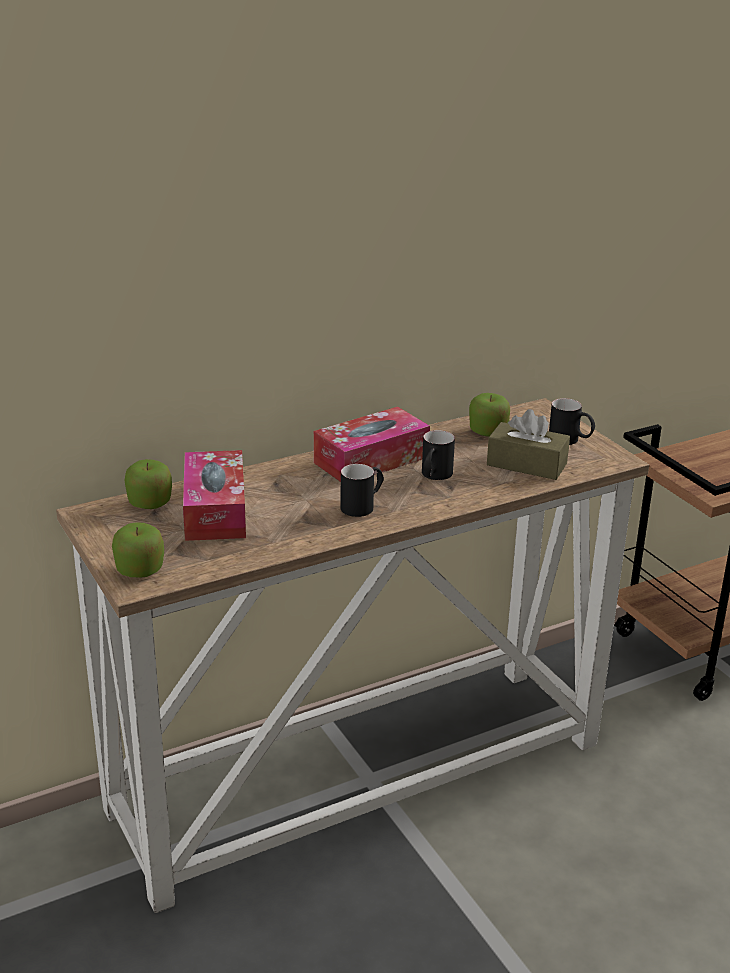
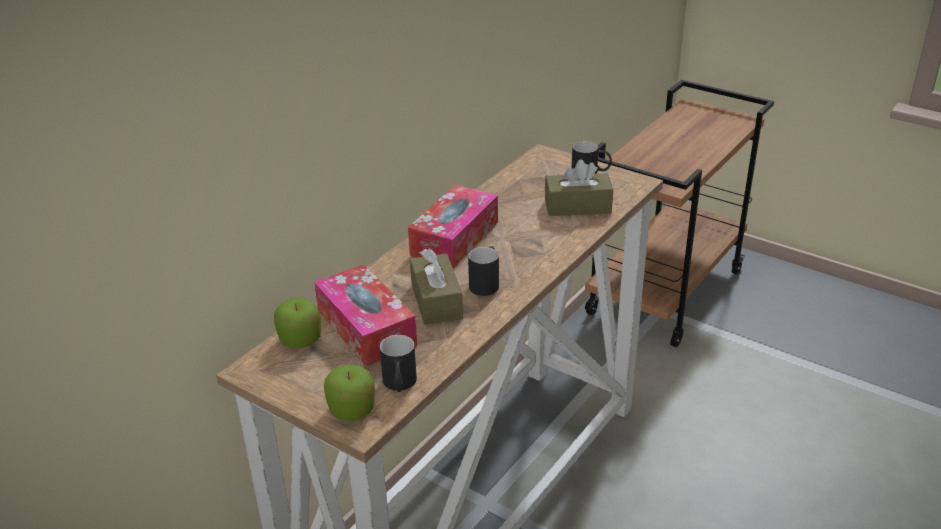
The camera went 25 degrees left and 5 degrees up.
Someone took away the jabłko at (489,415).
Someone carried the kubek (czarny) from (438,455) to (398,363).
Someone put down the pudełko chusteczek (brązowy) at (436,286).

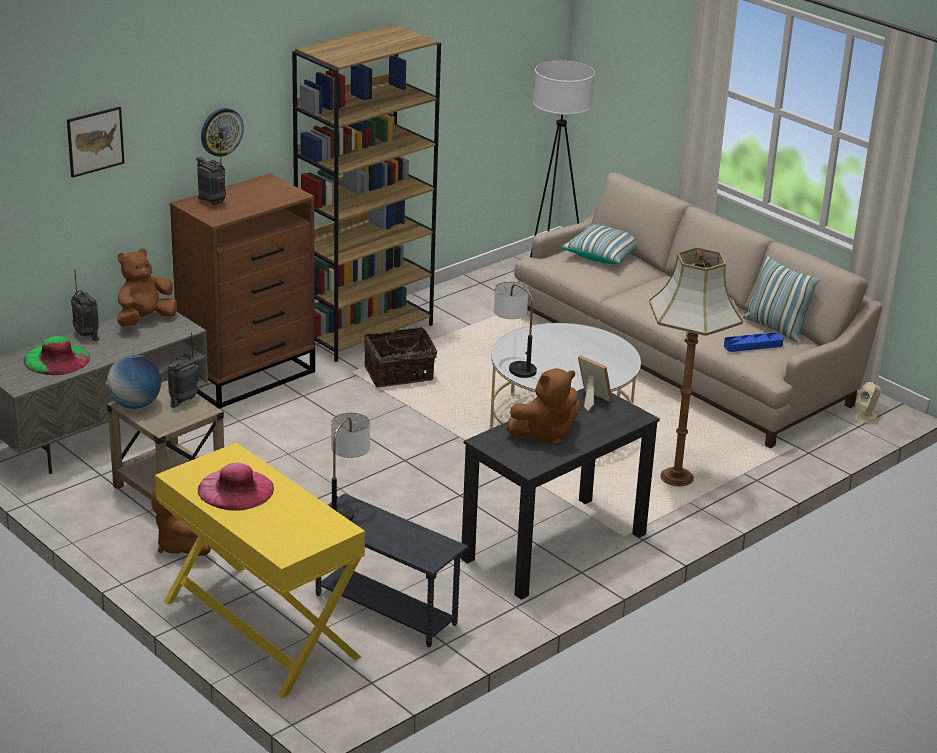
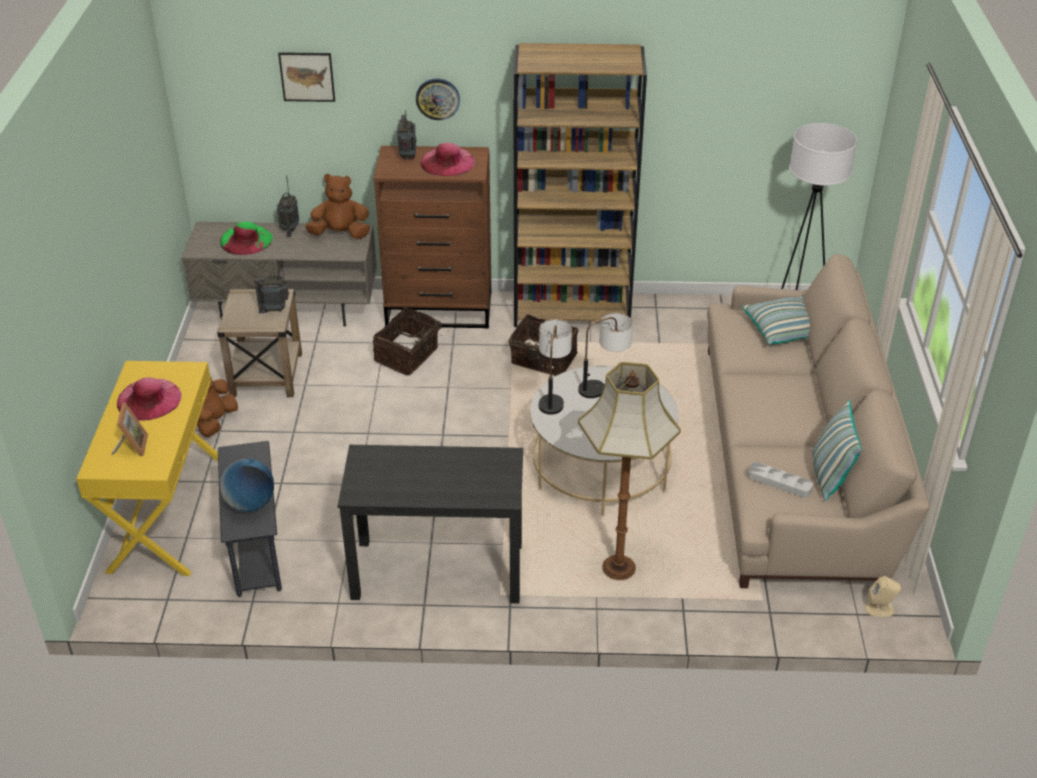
The camera went 45 degrees right and 10 degrees up.
Someone repainted the taca (niebieski) at (754,342), which became the taca (szary) at (780,480).
Someone carried the globus from (133,382) to (247,485).
Someone carried the ramka na zdjęcie from (595,383) to (130,429).
Someone took away the pluszak (brązowy) at (543,406).
Someone carried the lampa stołowa from (350,467) to (605,355).
Someone put down the kapelusz (różowy) at (447,159).
Someone put down the koszyk at (407,341).

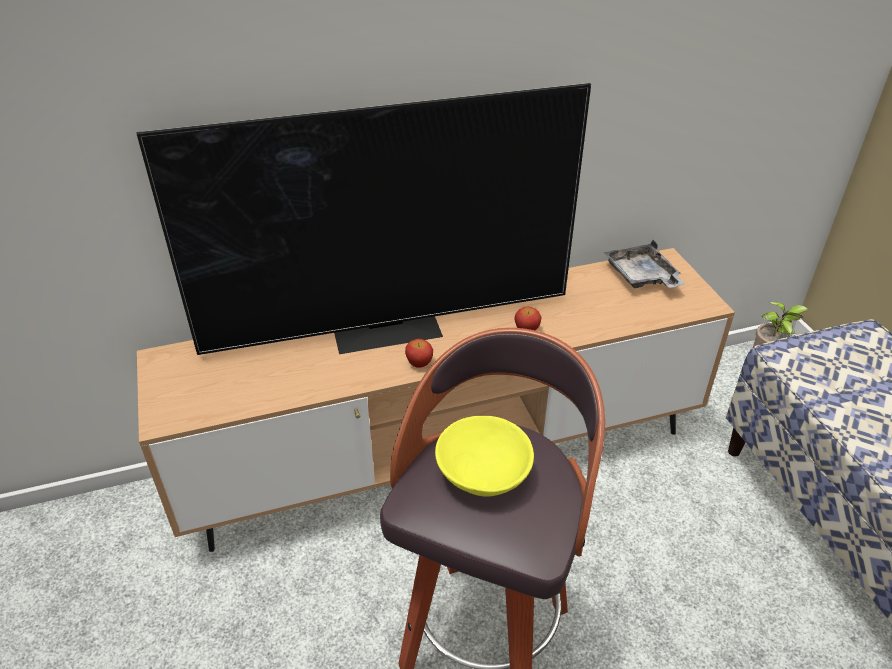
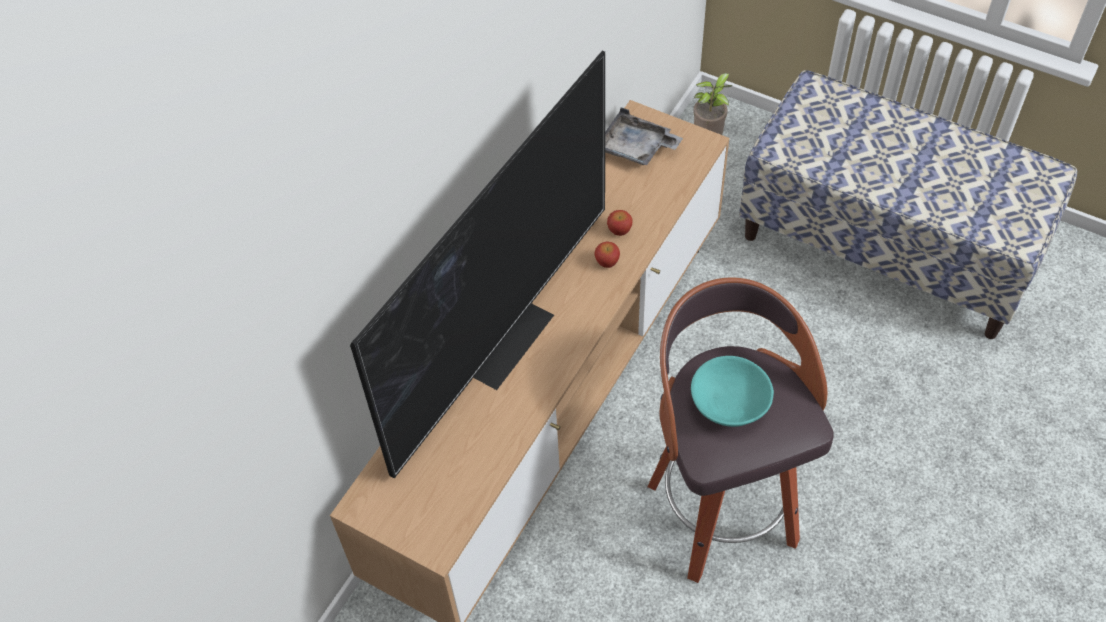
The camera went 40 degrees left and 15 degrees up.
Someone carried the jabłko from (419,353) to (620,223).
Someone repainted the miska (żółty) at (484,456), which became the miska (turkusowy) at (732,391).

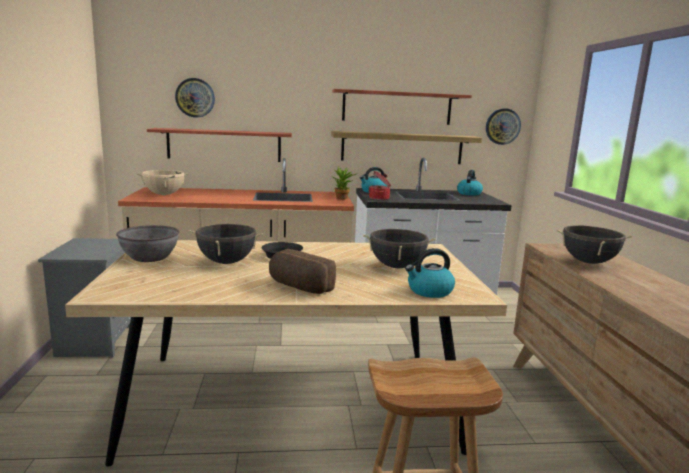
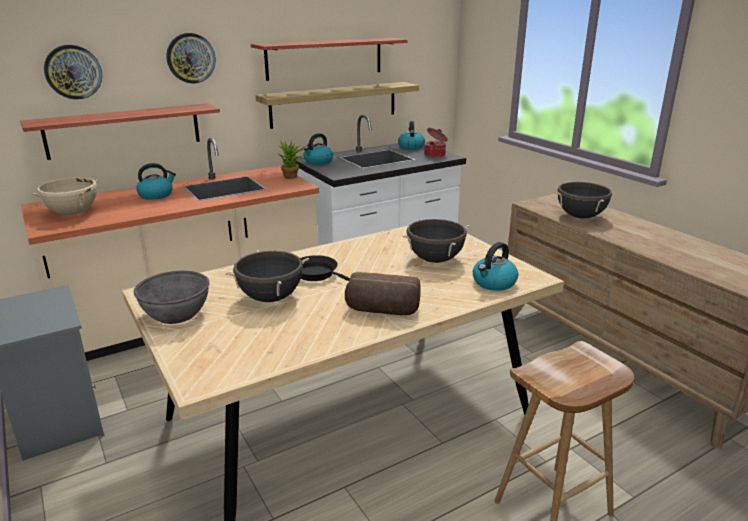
The camera went 25 degrees left and 10 degrees up.
Someone carried the zegar ścienny from (503,126) to (191,58).
Someone carried the garnek from (380,185) to (435,143).
Someone put down the czajnik at (156,181).

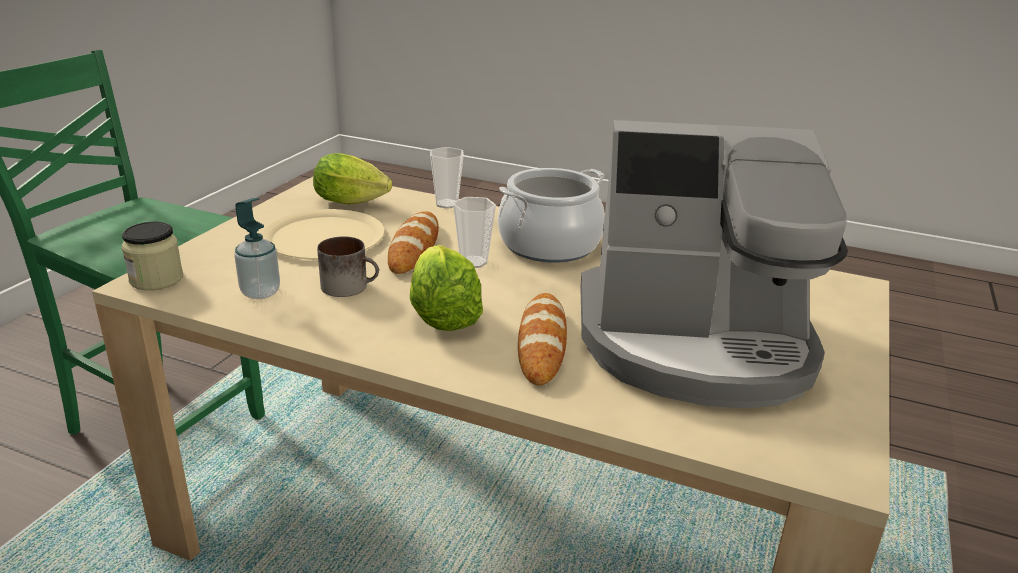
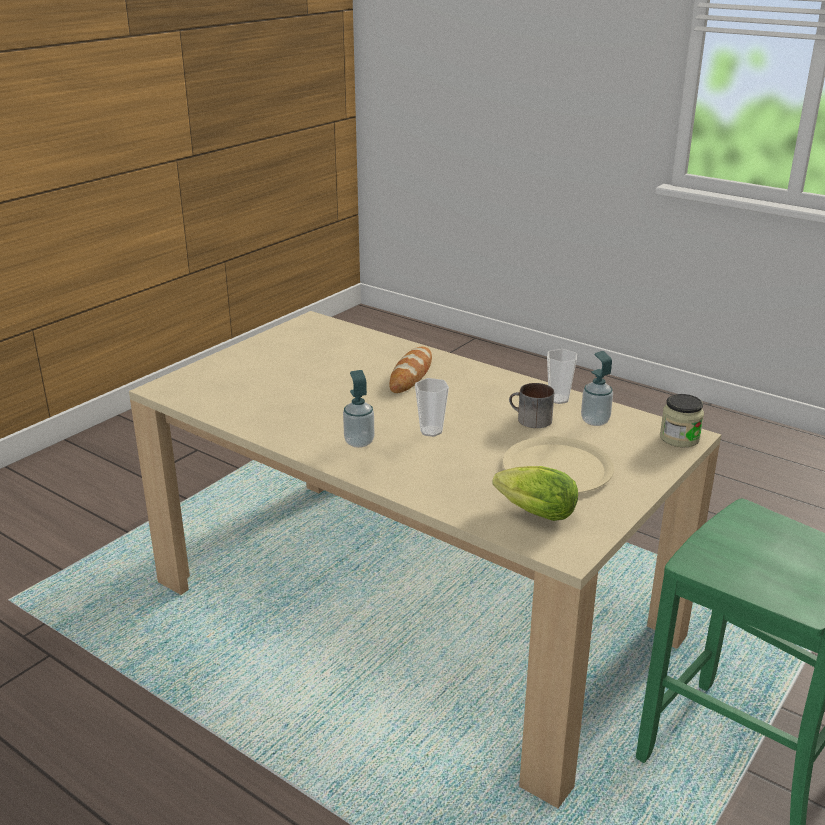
The camera went 165 degrees left and 0 degrees up.
Someone took away the ekspres do kawy at (714,264).
Someone carried the filiżanka from (447,178) to (562,376).
Someone swapped the garnek at (551,215) for the dozownik mydła at (359,409).
Someone took away the chleb at (413,242).
Someone took away the sałata at (446,288).

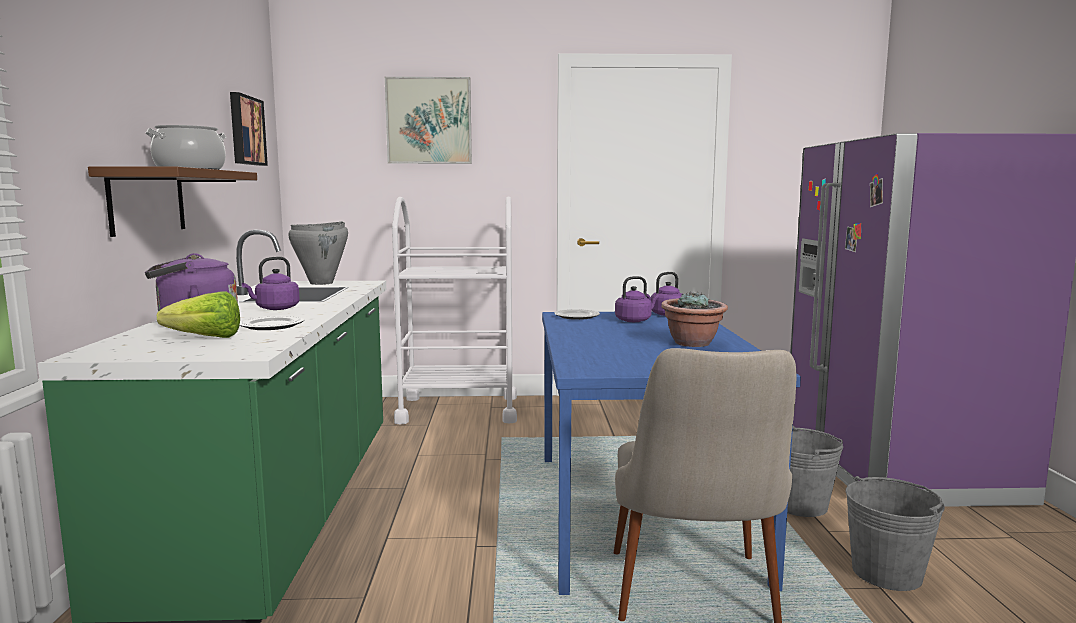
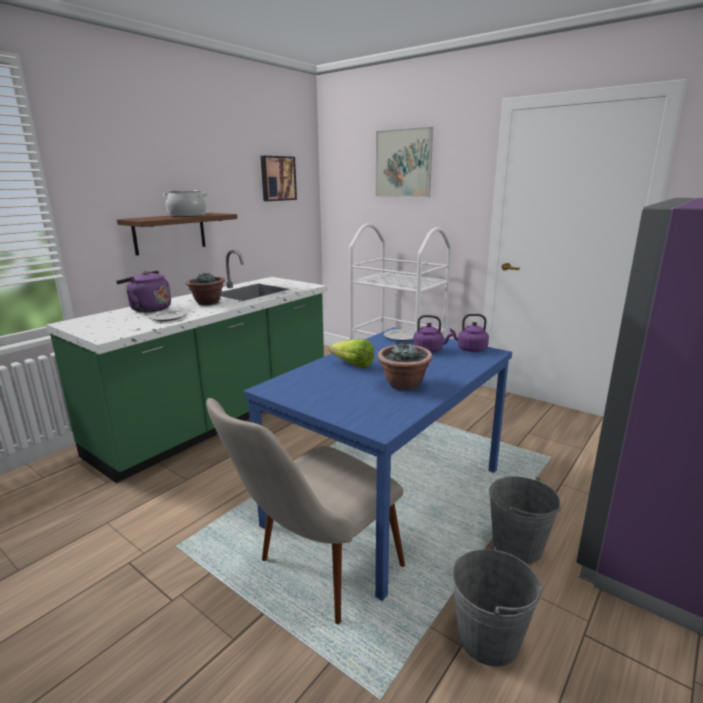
The camera went 40 degrees right and 10 degrees up.
Someone took away the garnek (szary) at (318,253).
Someone swapped the czajnik (fioletowy) at (271,283) for the roślina doniczkowa at (205,289).
Someone carried the sałata from (198,315) to (352,353).

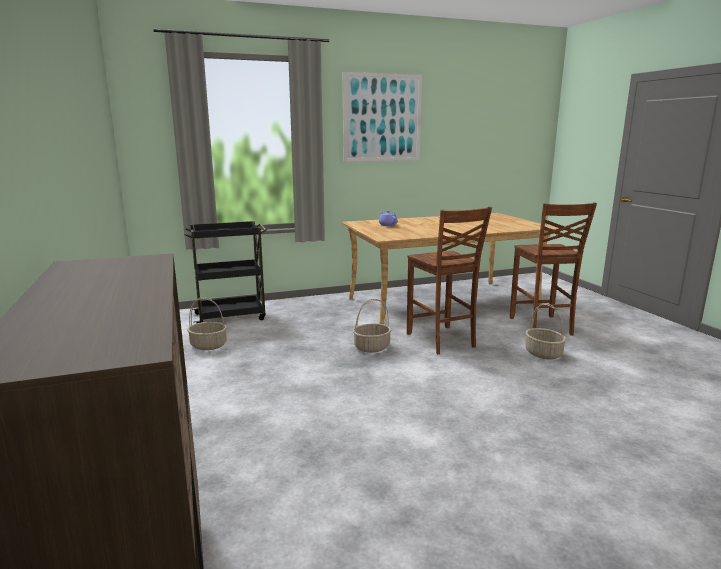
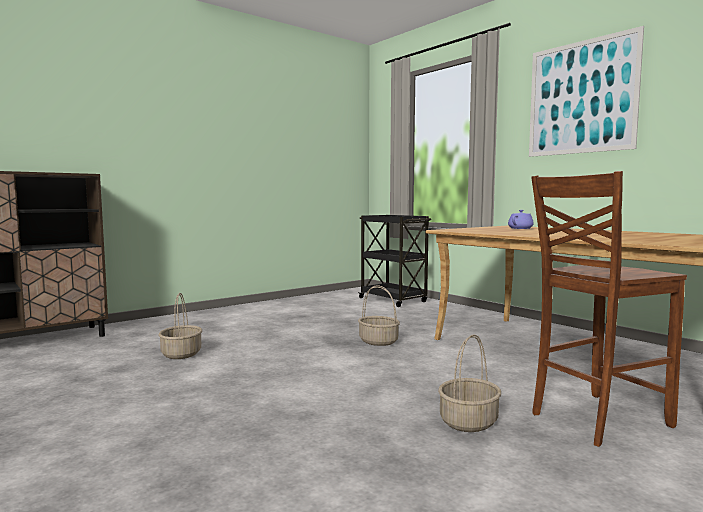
The camera went 70 degrees right and 10 degrees down.
Someone took away the krzesło (brązowy) at (449,280).
Someone carried the koszyk from (207,323) to (180,326).

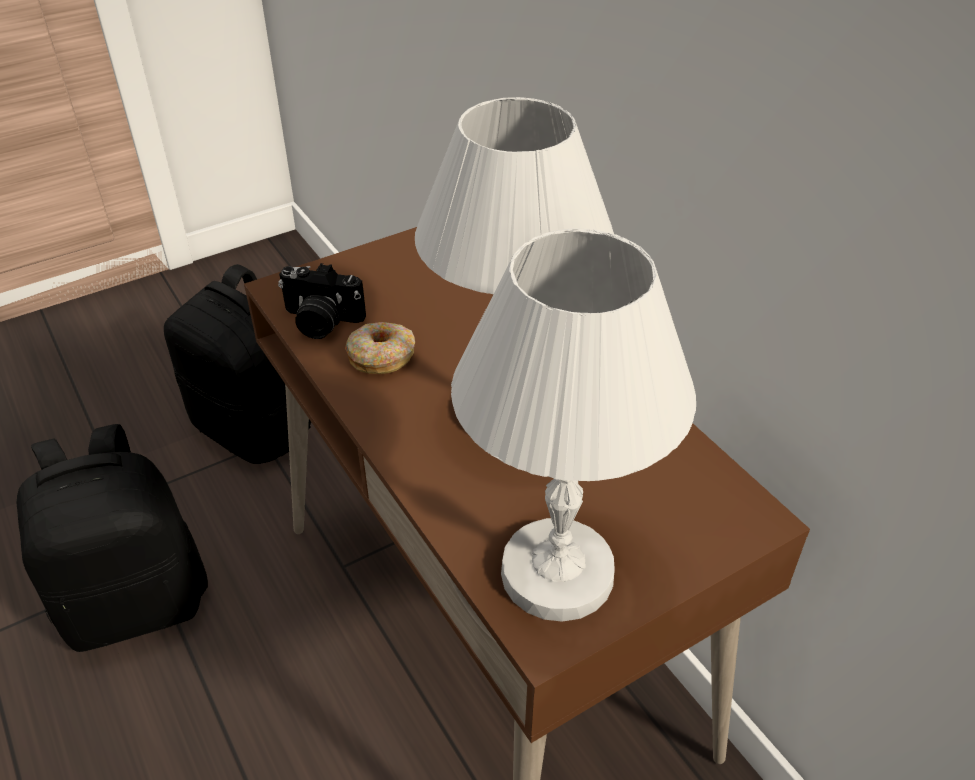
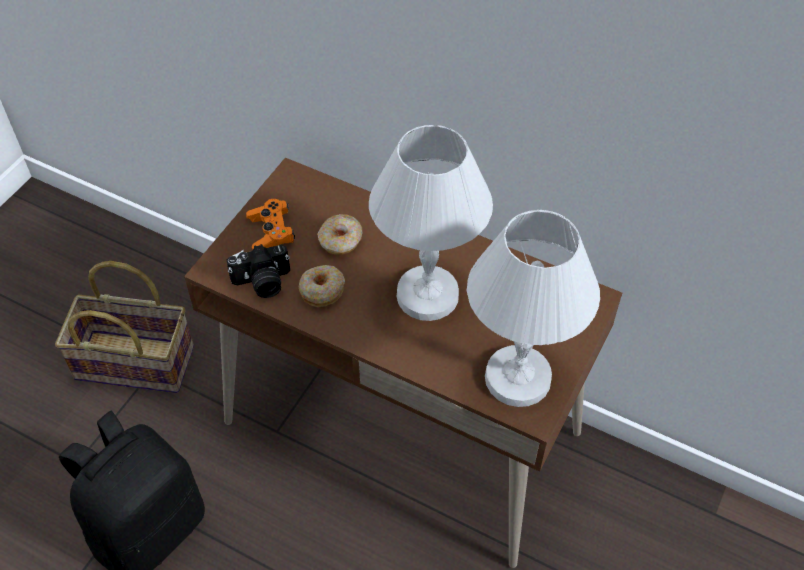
The camera went 30 degrees left and 10 degrees up.
Someone swapped the plecak (czarny) at (237,364) for the koszyk at (124,327).
Someone put down the pad do gier (pomarańczowy) at (270,224).
Someone put down the donut at (339,234).

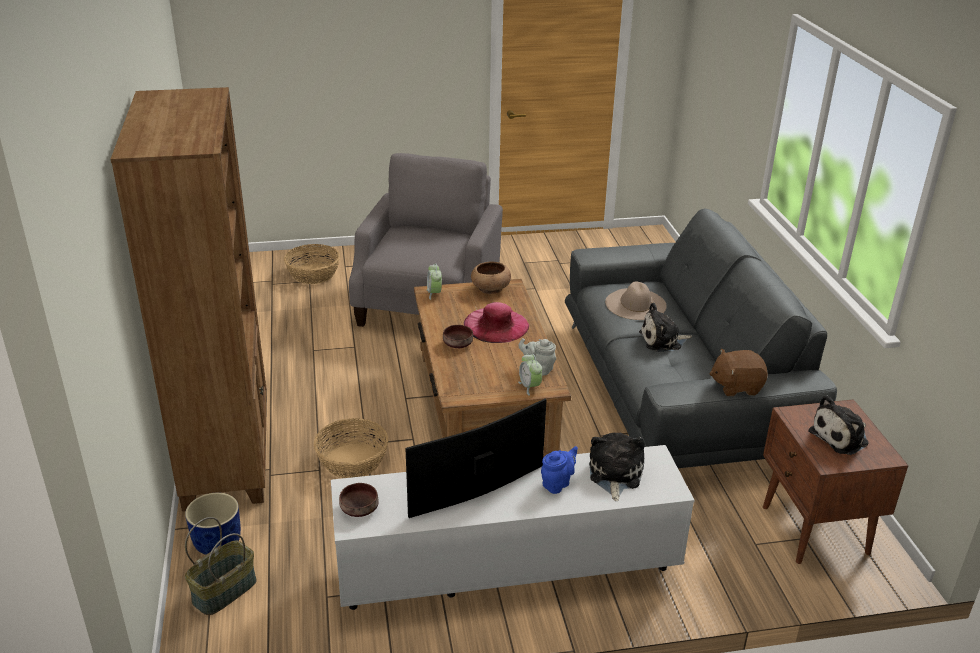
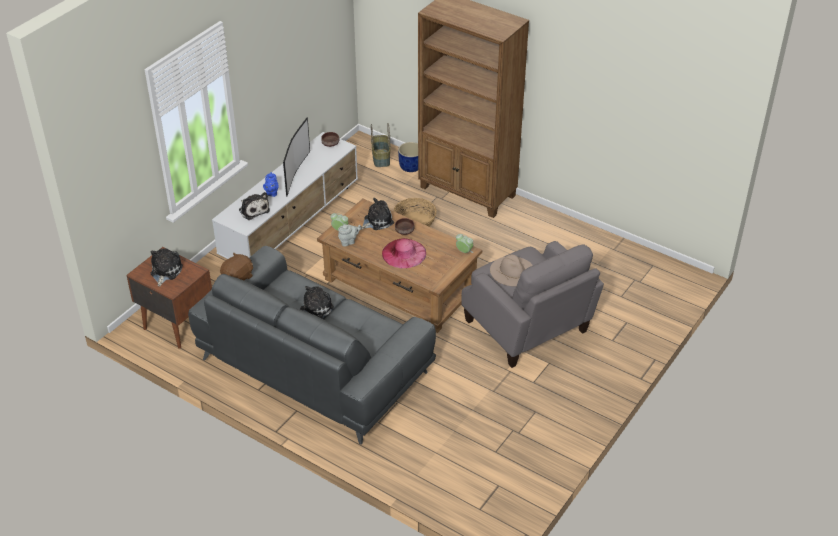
The camera went 135 degrees right and 10 degrees up.
Someone took away the koszyk at (312,264).
Someone took away the miska (brązowy) at (491,278).
Someone carried the kapelusz (beżowy) from (636,300) to (511,270).
Someone put down the pluszak at (377,214).

